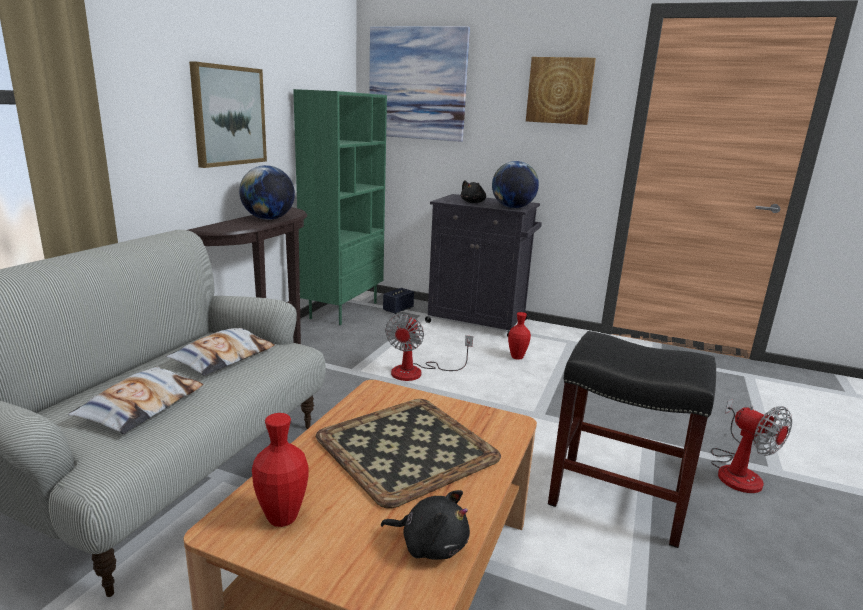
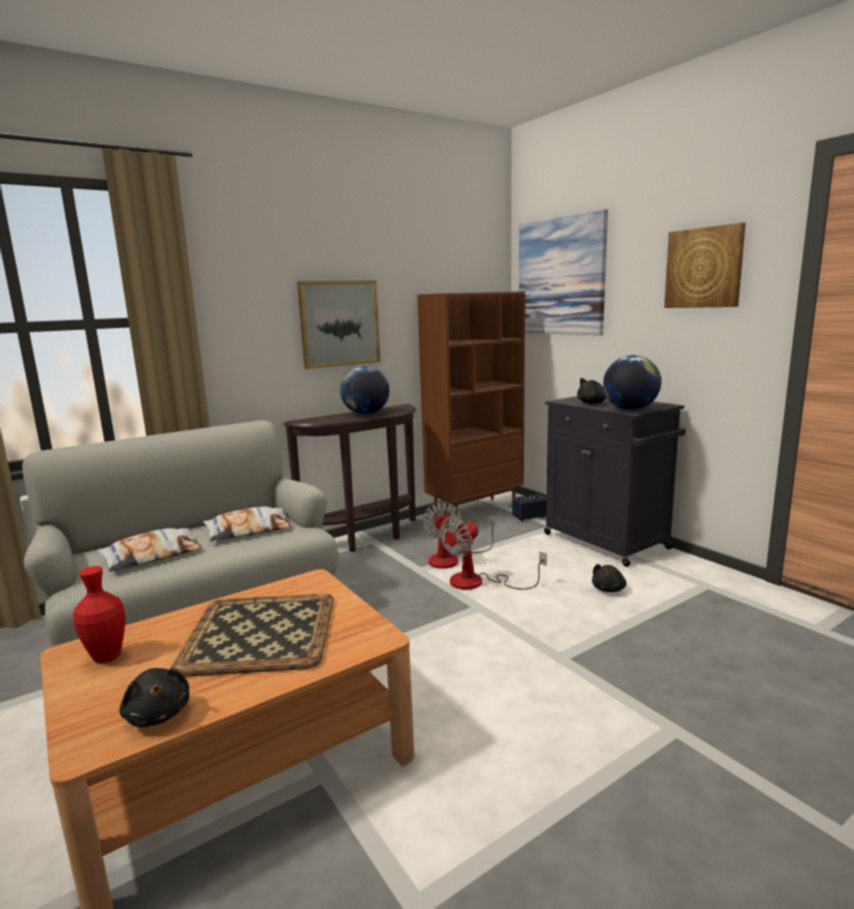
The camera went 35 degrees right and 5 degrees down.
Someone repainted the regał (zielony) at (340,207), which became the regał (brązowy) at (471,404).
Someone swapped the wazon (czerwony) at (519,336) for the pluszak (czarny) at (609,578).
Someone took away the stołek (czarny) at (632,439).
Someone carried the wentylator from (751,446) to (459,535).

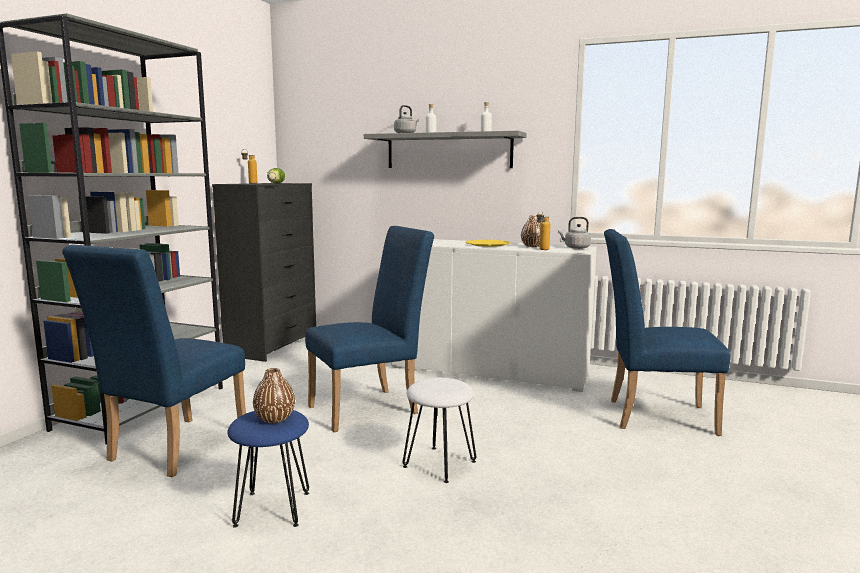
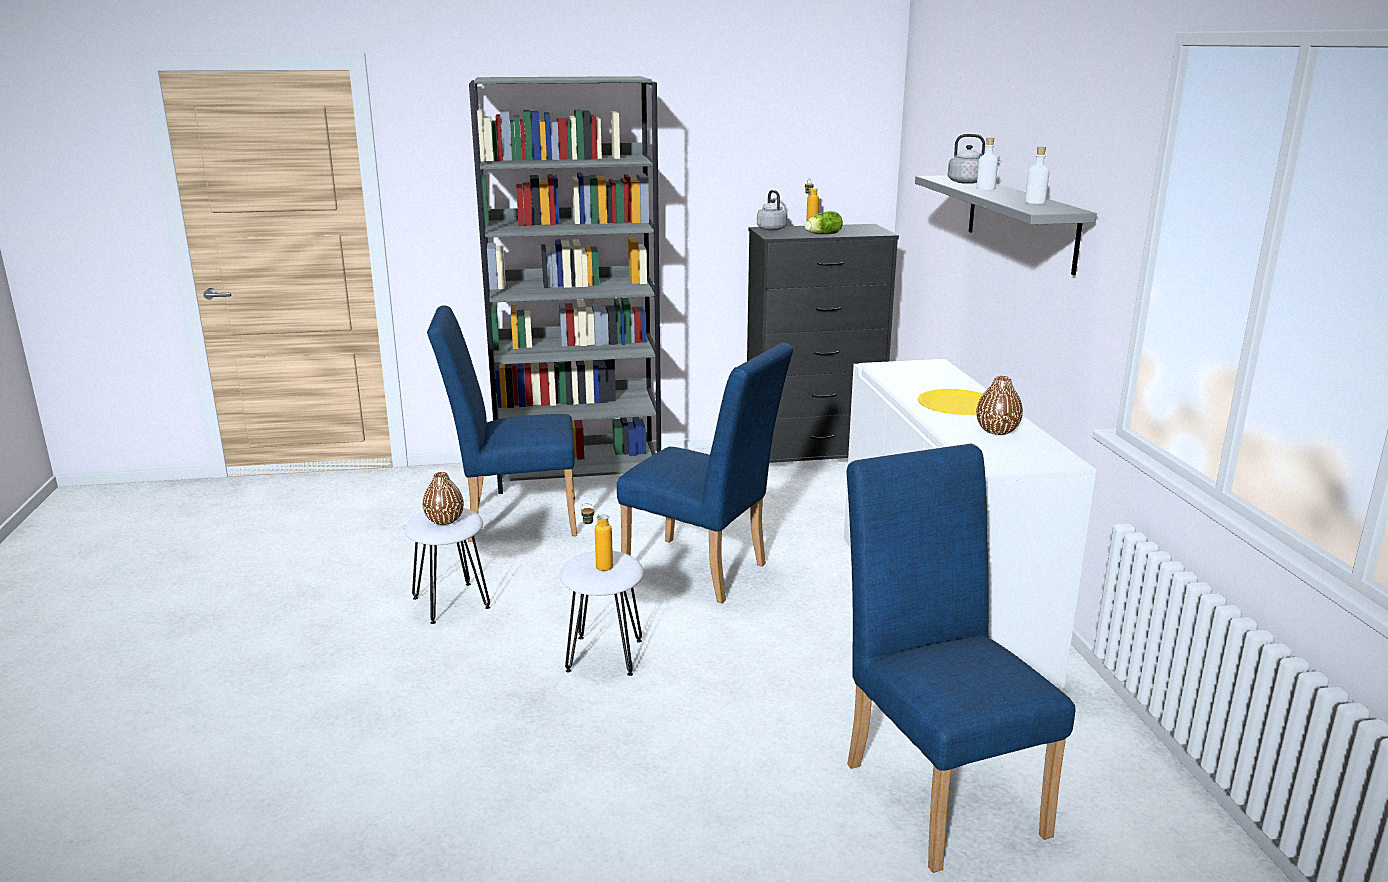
The camera went 60 degrees right and 10 degrees up.
Someone carried the butelka from (543,230) to (597,537).
Someone carried the czajnik (szary) from (574,233) to (772,210).
Someone repainted the stołek (niebieski) at (268,469), which became the stołek (biały) at (447,566).

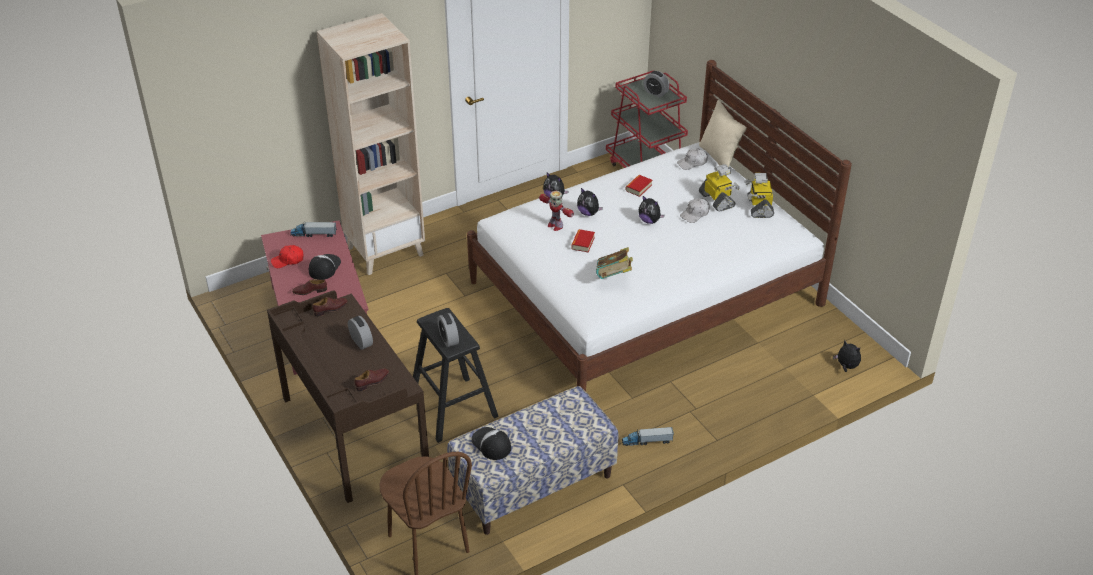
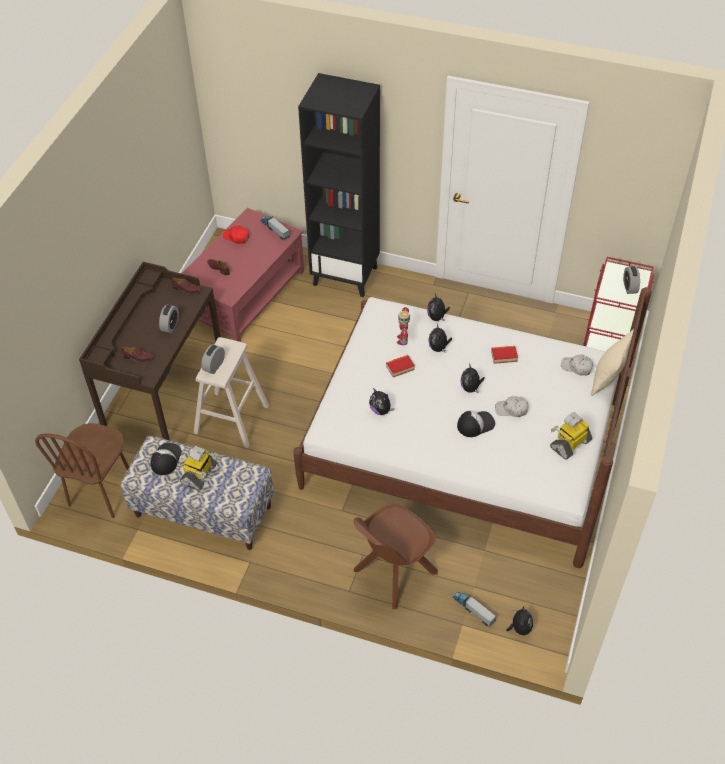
The camera went 50 degrees right and 10 degrees up.
Someone repainted the regał (beżowy) at (371,144), which became the regał (czarny) at (339,185).
Someone carried the robot zabawkowy from (719,188) to (199,468).
Someone swapped the książka at (614,263) for the pluszak at (381,401).
Someone carried the czapka z daszkiem from (325,267) to (476,424).
Someone repainted the stołek (czarny) at (456,375), which became the stołek (beżowy) at (231,392).
Someone carried the ciężarówka zabawkowa from (648,436) to (475,609).
Someone put down the krzesło (brązowy) at (395,556).

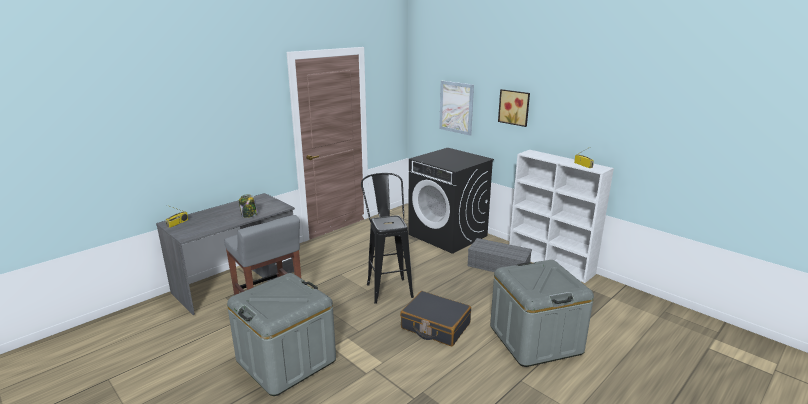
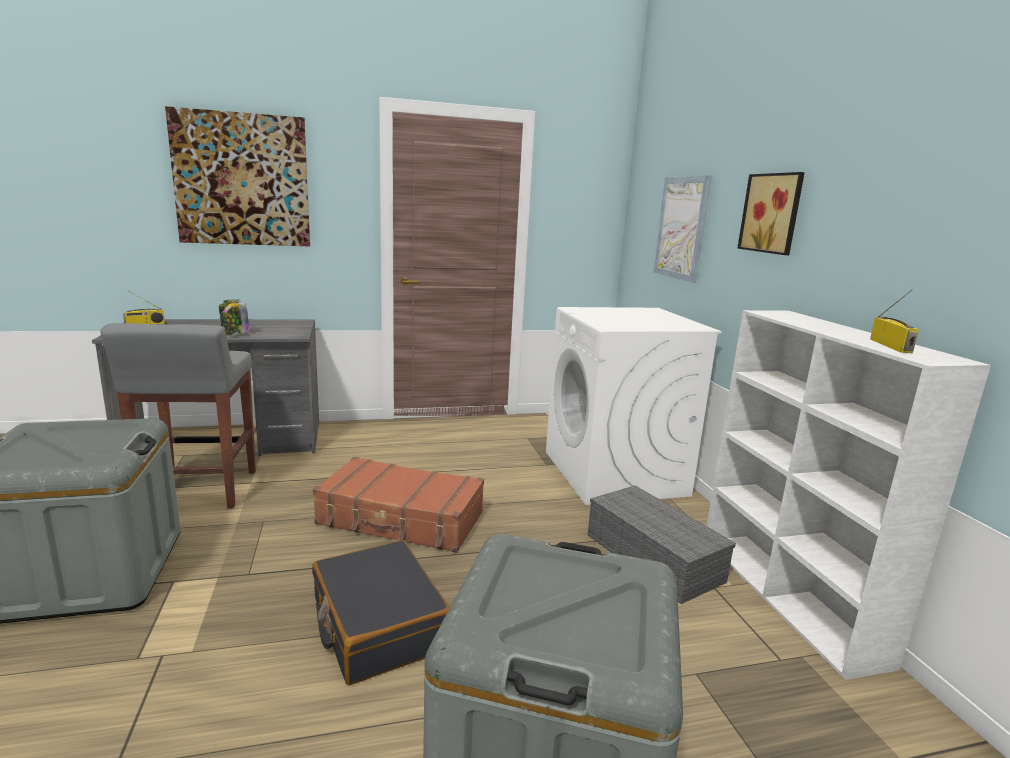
The camera went 30 degrees right and 5 degrees down.
Someone repainted the pralka (czarny) at (451,201), which became the pralka (biały) at (634,406).
Someone swapped the stołek (czarny) at (387,238) for the walizka (brązowy) at (398,505).
Someone put up the obraz at (237,176).

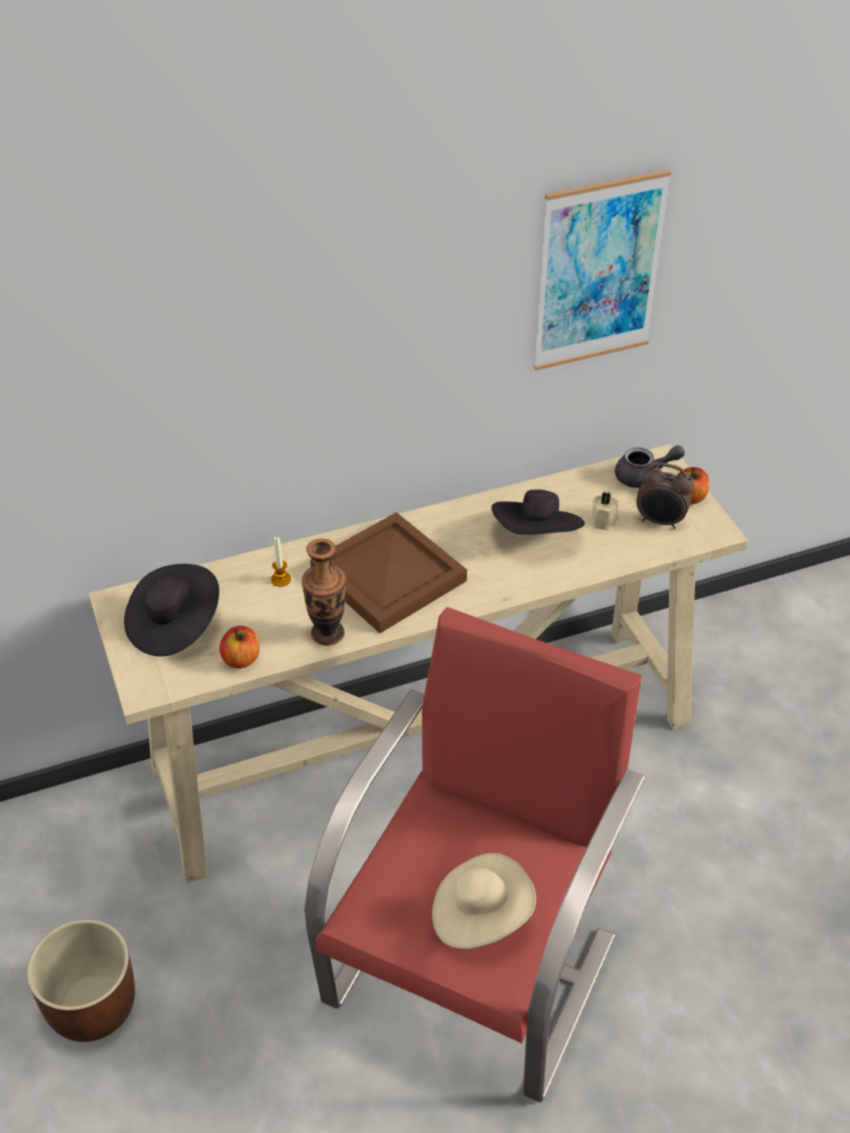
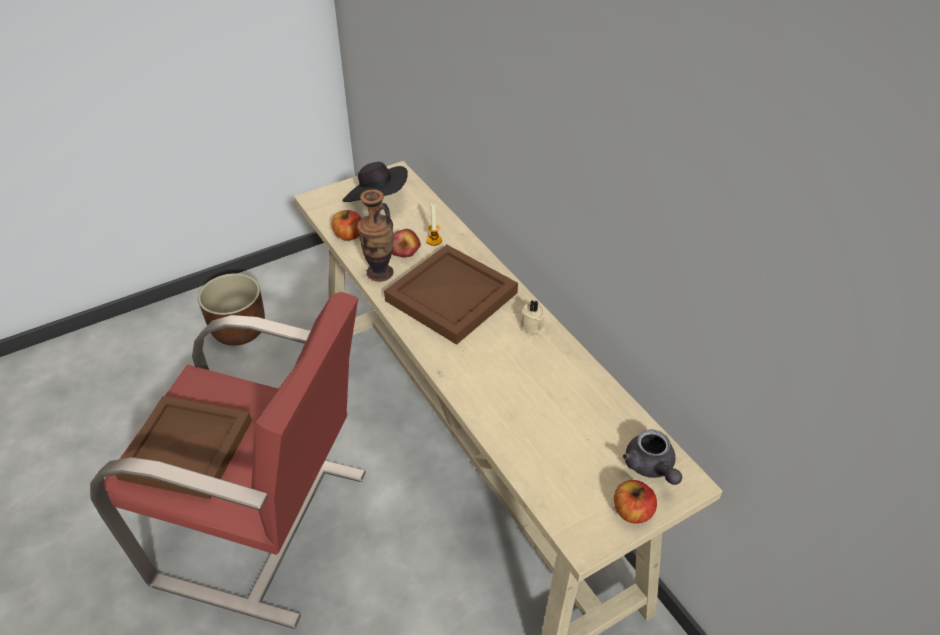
The camera went 80 degrees right and 0 degrees up.
Someone took away the obraz at (603,270).
Someone took away the budzik at (665,496).
Someone took away the kapelusz (czarny) at (538,511).
Someone carried the świeca (beżowy) from (605,511) to (533,318).
Someone swapped the kapelusz (beżowy) at (484,901) for the taca (brązowy) at (184,447).
Someone put down the jabłko at (406,243).

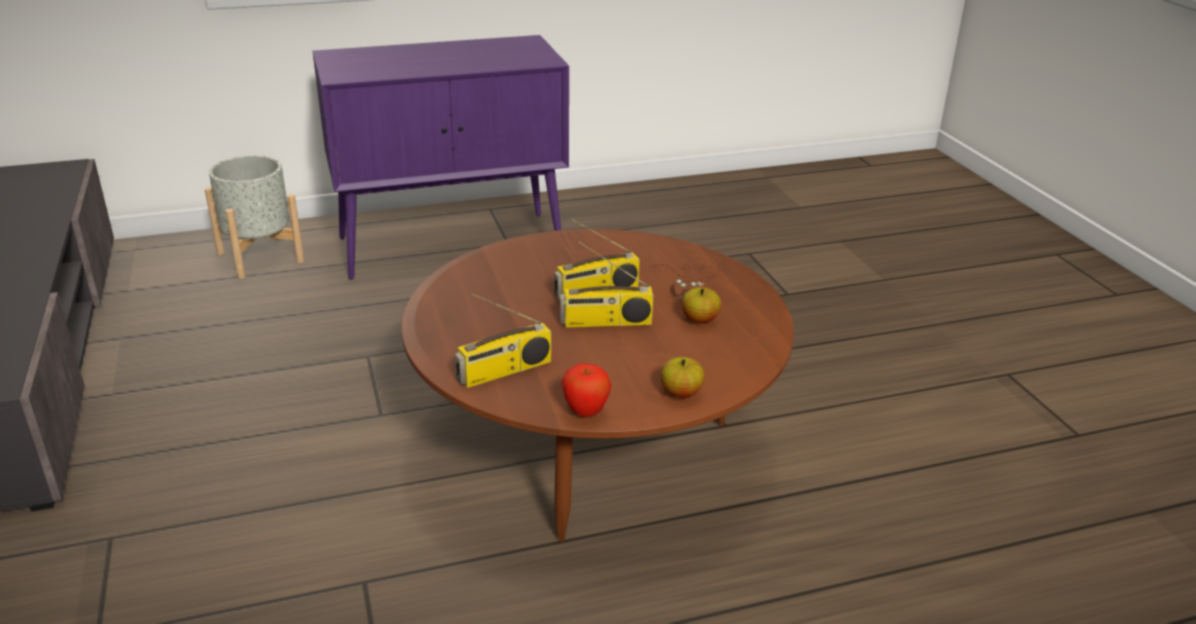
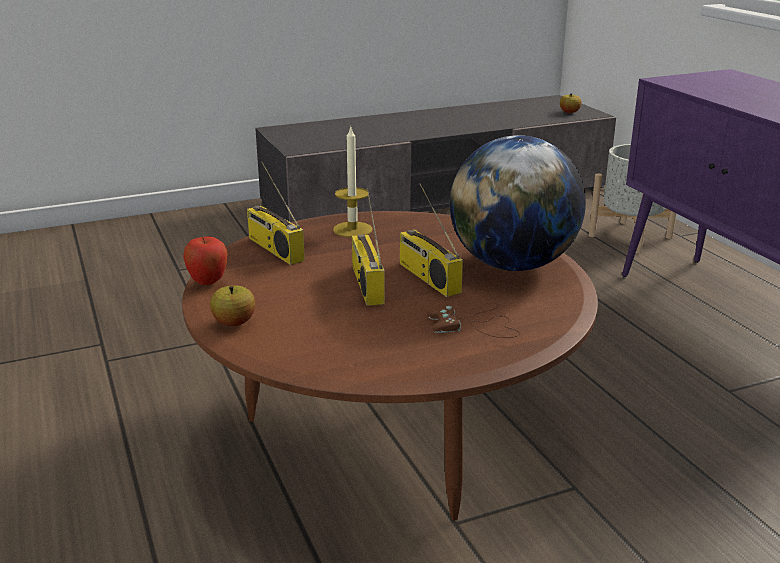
The camera went 85 degrees right and 5 degrees down.
Someone carried the jabłko from (701,305) to (571,103).
Someone put down the świeca at (353,182).
Someone put down the globus at (517,203).

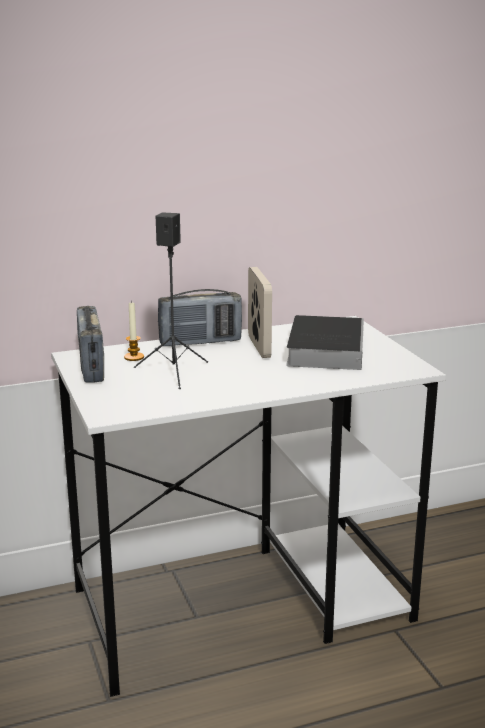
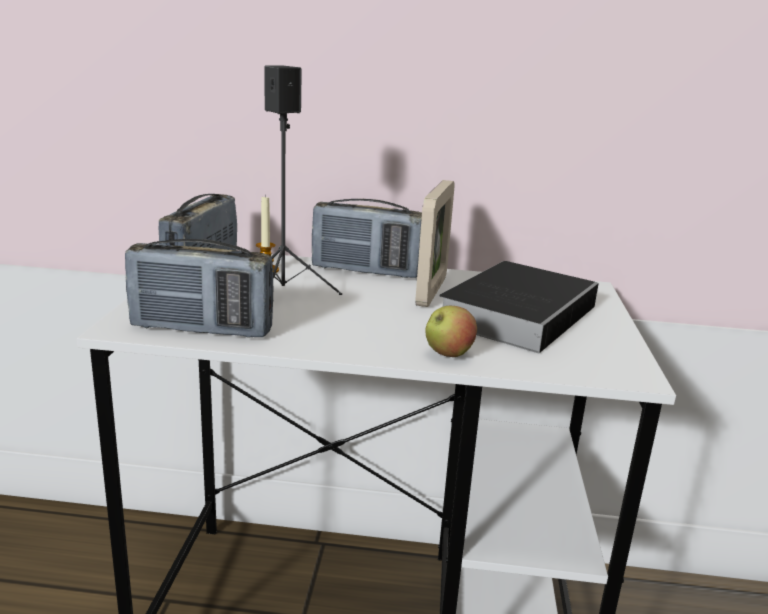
The camera went 25 degrees right and 0 degrees up.
Someone put down the radio at (199,288).
Someone put down the jabłko at (451,331).

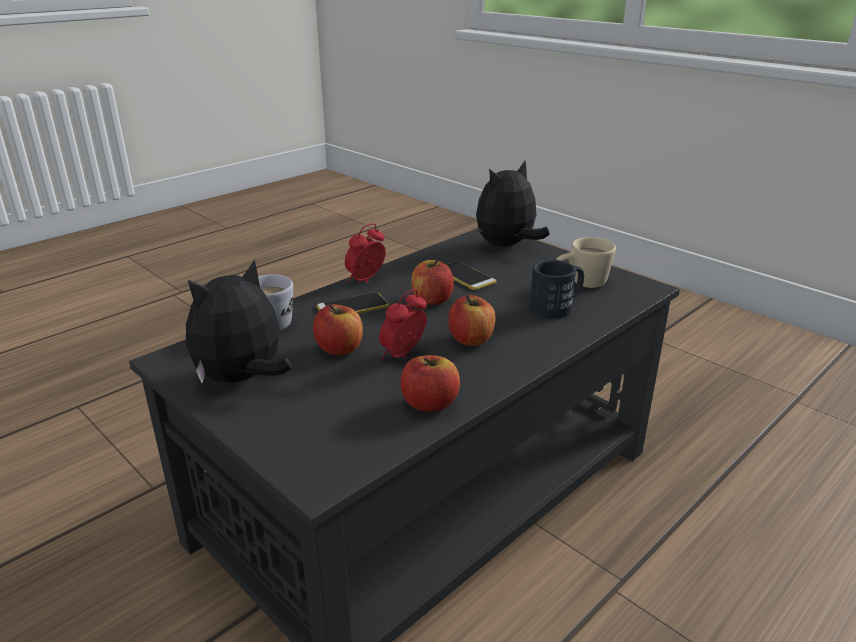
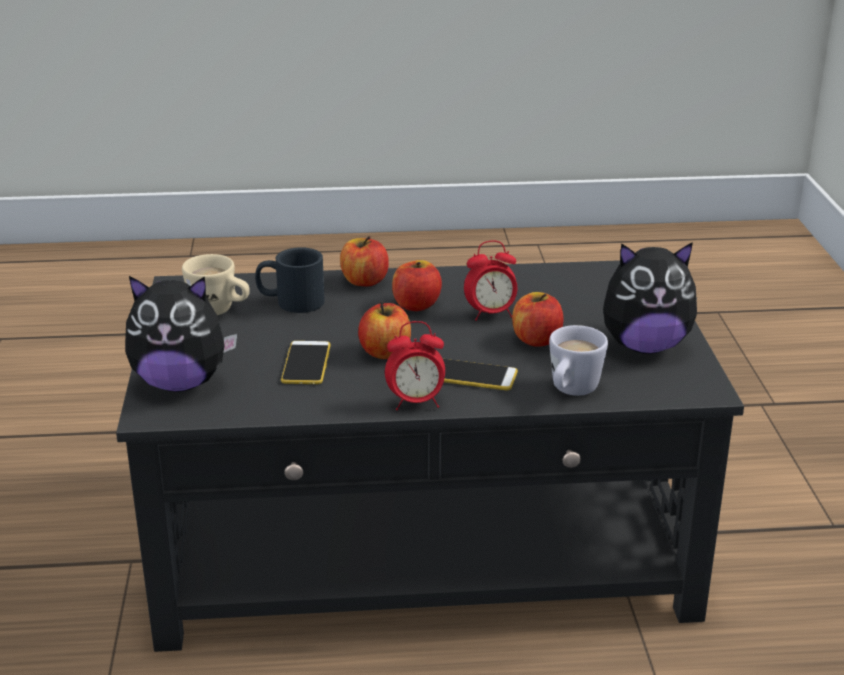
The camera went 140 degrees left and 0 degrees up.
Someone carried the jabłko from (430,383) to (364,261).

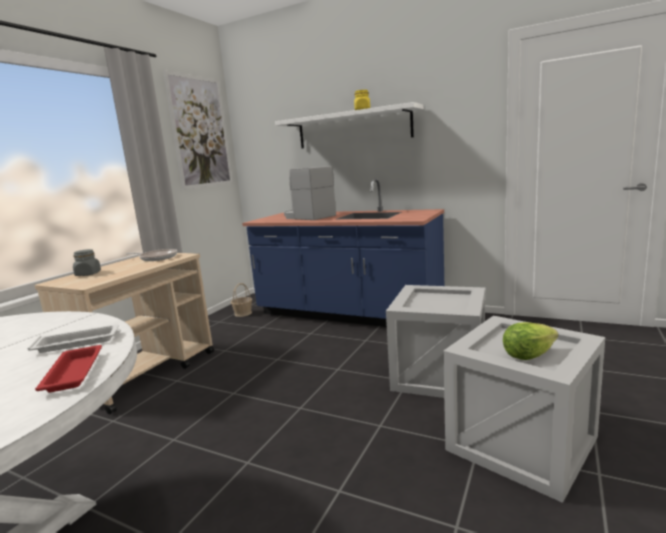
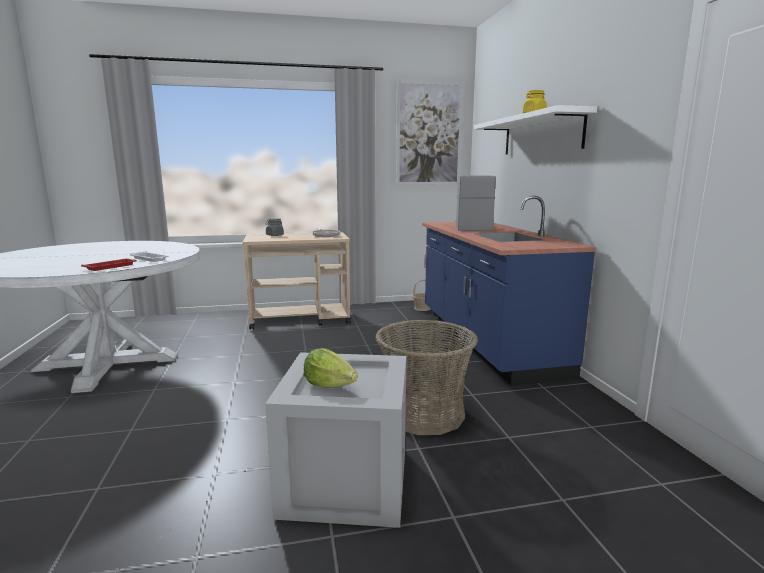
The camera went 50 degrees right and 0 degrees up.
Someone swapped the skrzynka at (435,341) for the koszyk at (426,377).

